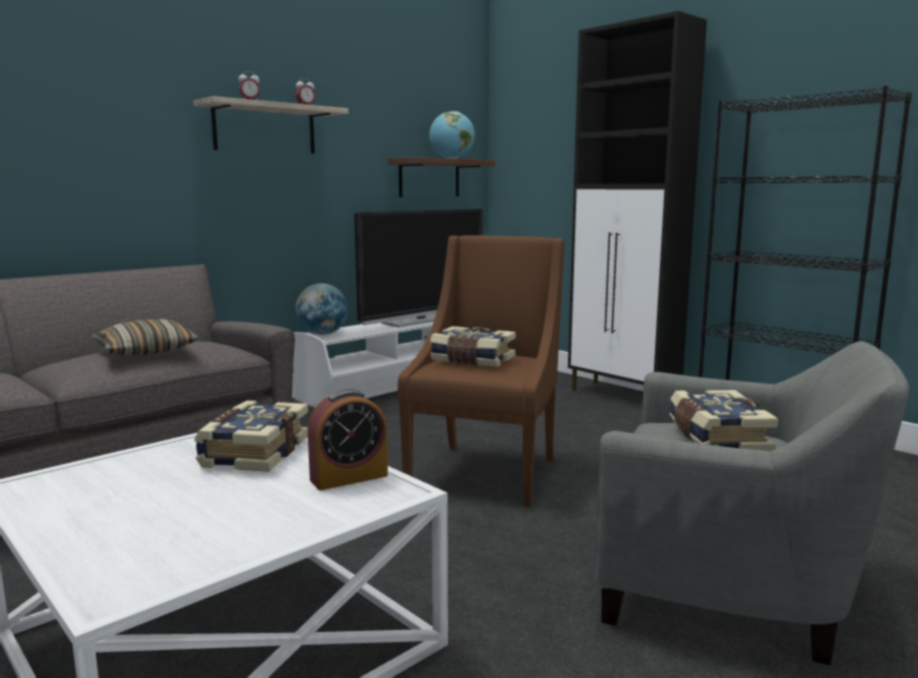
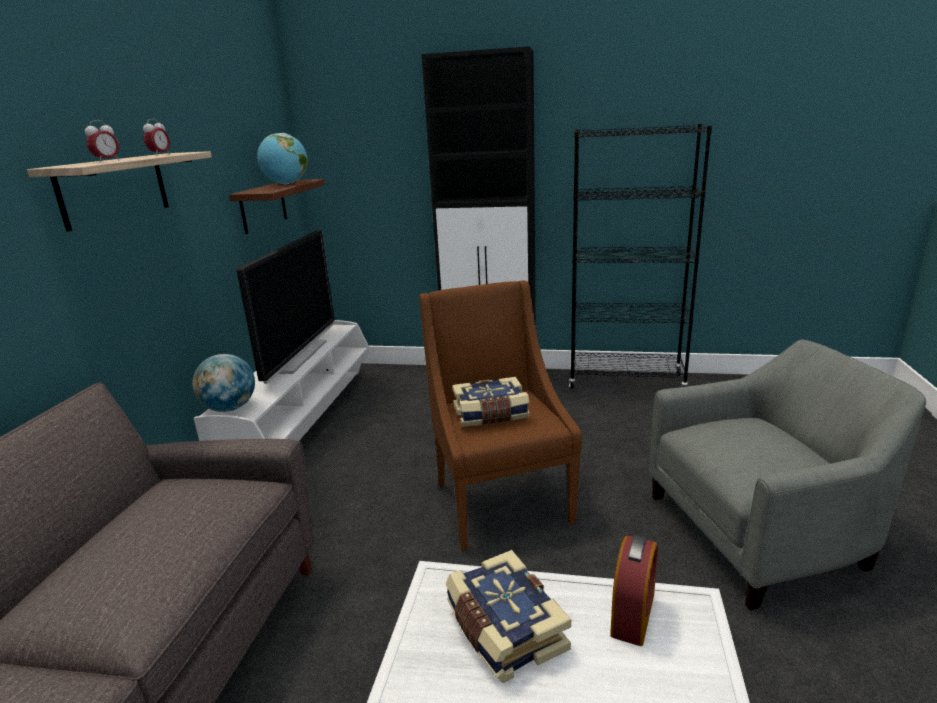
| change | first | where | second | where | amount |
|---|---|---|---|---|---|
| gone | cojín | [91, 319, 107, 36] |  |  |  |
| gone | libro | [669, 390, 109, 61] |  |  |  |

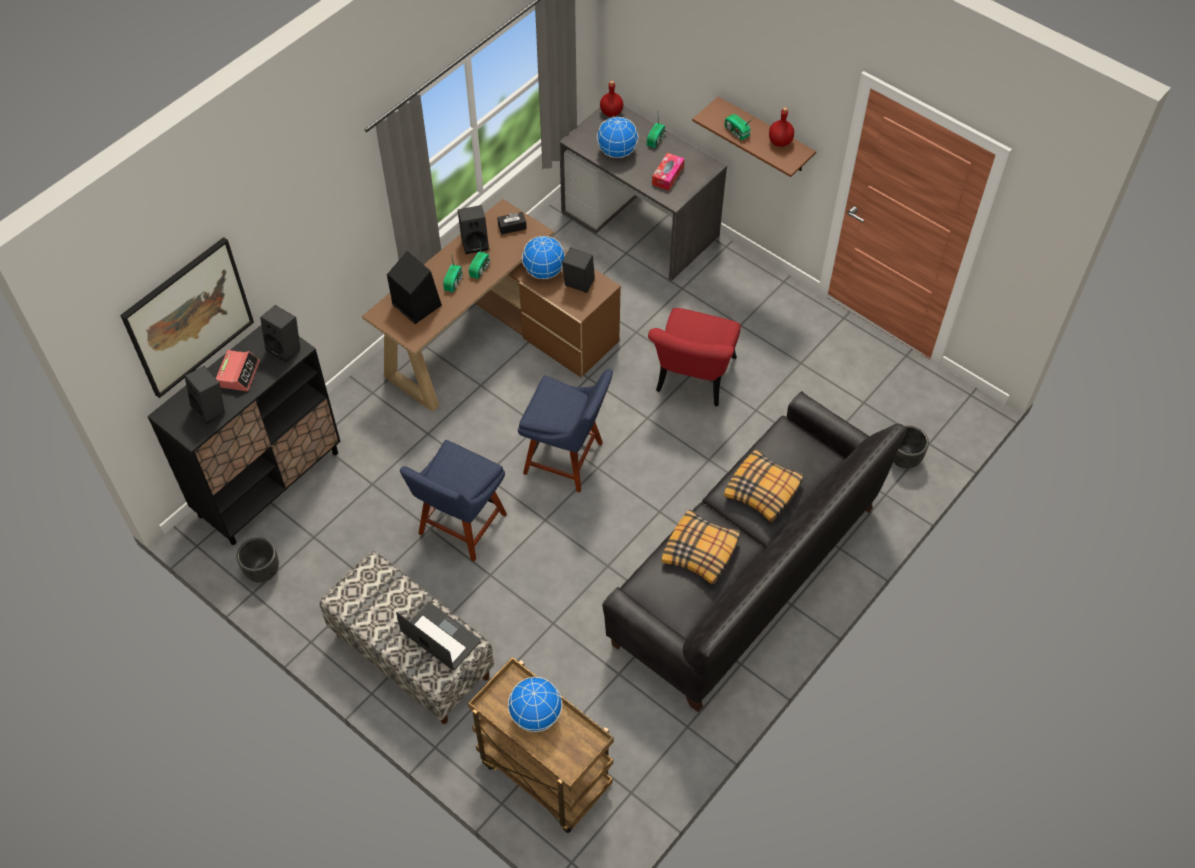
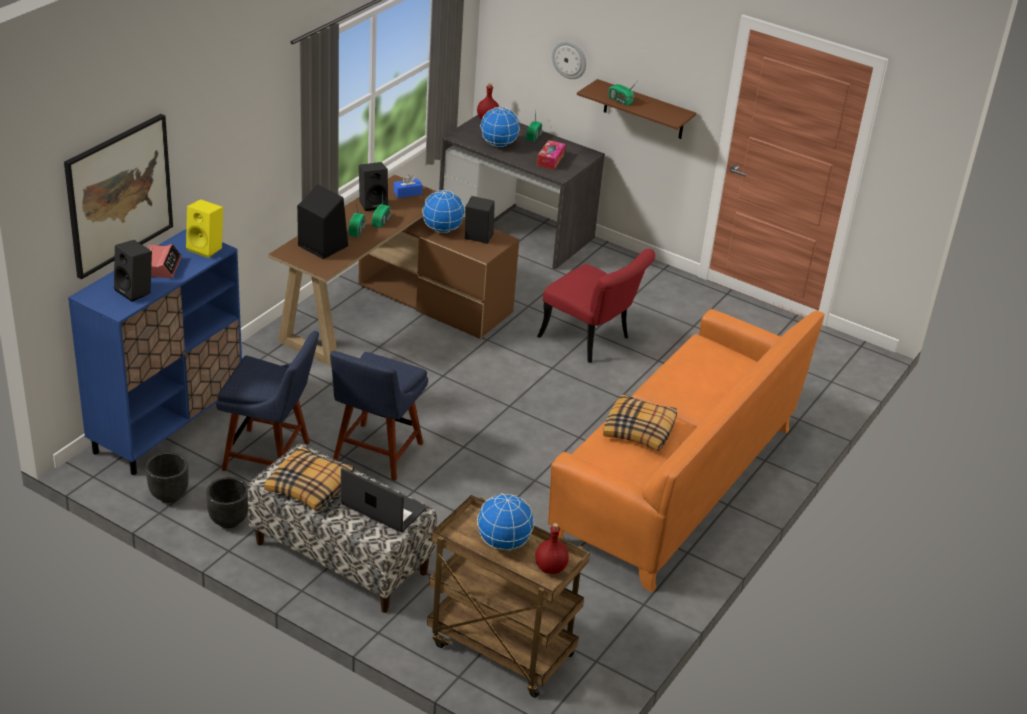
| change | first | where | second | where | amount |
|---|---|---|---|---|---|
| repainted | armario [negro] | [147, 325, 194, 220] | armario [azul] | [68, 229, 174, 246] |  |
| repainted | altavoz [negro] | [260, 305, 40, 57] | altavoz [amarillo] | [186, 199, 37, 59] |  |
| shifted | maceta [negro] | [893, 425, 36, 44] |  | [206, 477, 42, 51] |  |
| shifted | silla [azul] | [518, 369, 95, 124] |  | [216, 331, 103, 140] |  |
| shifted | cojín | [724, 449, 80, 73] |  | [264, 446, 90, 65] |  |
| repainted | caja de pañuelos [negro] | [497, 212, 30, 23] | caja de pañuelos [azul] | [394, 174, 29, 24] |  |
| shifted | botella [rojo] | [769, 107, 25, 40] |  | [535, 523, 34, 51] |  |
| rotated | silla [rojo] | [648, 308, 93, 99] |  | [537, 249, 118, 114] | 60 degrees counterclockwise |
| repainted | sofá [negro] | [602, 391, 305, 321] | sofá [naranja] | [548, 309, 277, 283] |  |
| new |  |  | reloj de pared | [552, 41, 34, 38] |  |

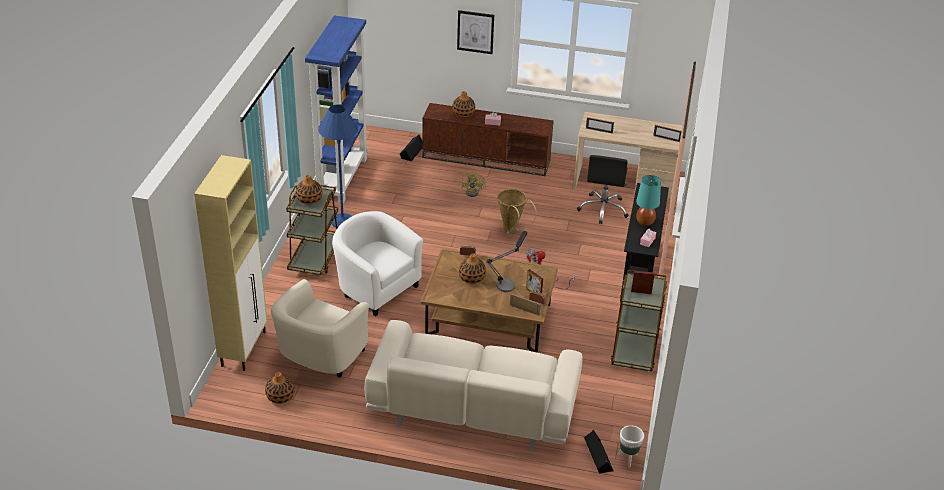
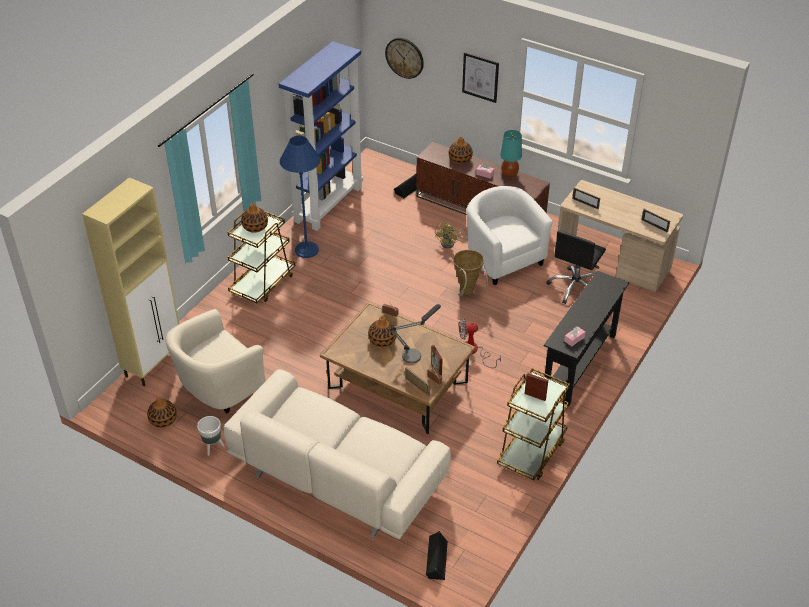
| change | first | where | second | where | amount |
|---|---|---|---|---|---|
| shifted | maceta [blanco] | [617, 425, 27, 43] |  | [197, 416, 27, 40] |  |
| new |  |  | reloj de pared | [385, 38, 39, 41] |  |
| shifted | sillón [blanco] | [332, 211, 91, 106] |  | [466, 186, 87, 99] |  |
| shifted | lámpara de mesa [turquesa] | [636, 175, 25, 51] |  | [500, 130, 22, 47] |  |

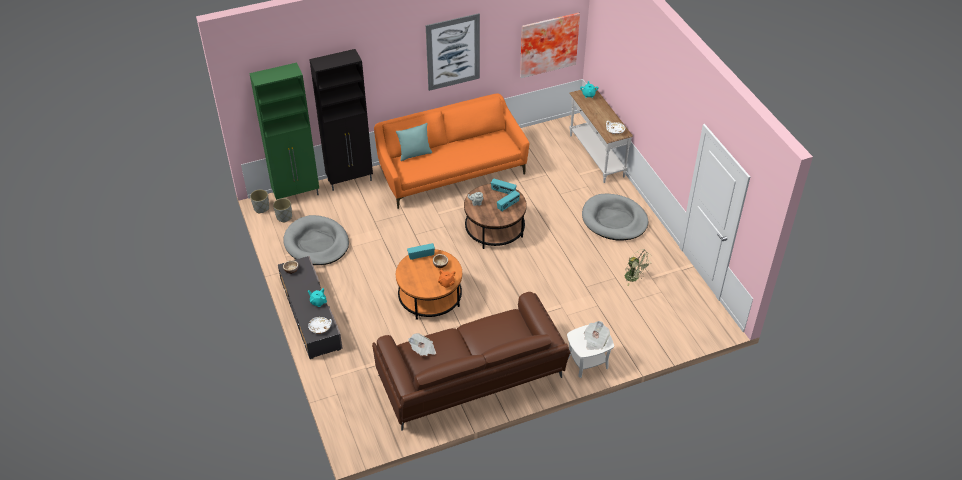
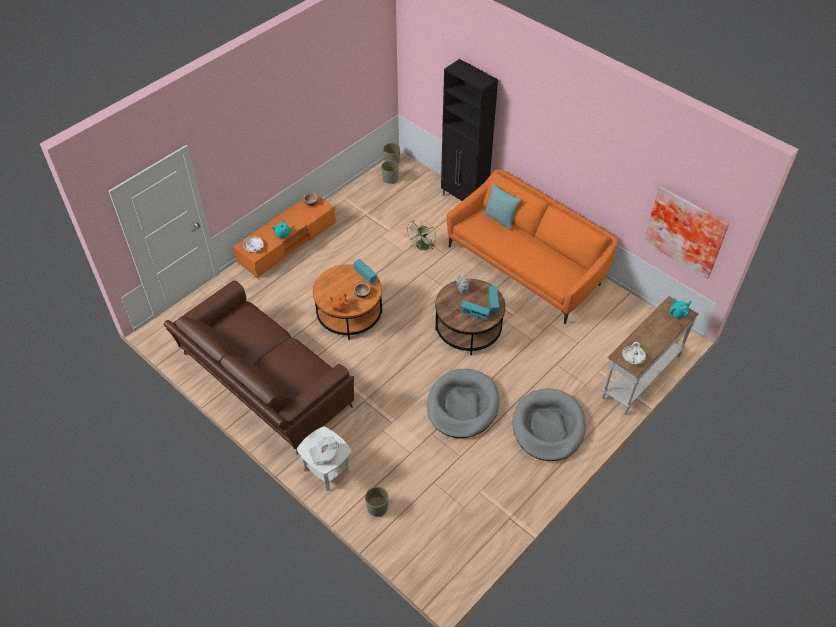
| change | first | where | second | where | amount |
|---|---|---|---|---|---|
| repainted | mueble de televisión [gris] | [278, 256, 65, 103] | mueble de televisión [naranja] | [233, 192, 103, 86] |  |
| new |  |  | maceta [gris] | [365, 486, 23, 31] |  |
| shifted | ventilador [verde] | [625, 249, 26, 37] |  | [406, 220, 30, 30] |  |
| shifted | cama para perro [gris] | [283, 215, 66, 50] |  | [427, 369, 73, 69] |  |
| gone | armario [verde] | [249, 63, 70, 137] |  |  |  |
| gone | periódico | [408, 333, 28, 23] |  |  |  |
| gone | cuadro | [426, 13, 54, 78] |  |  |  |

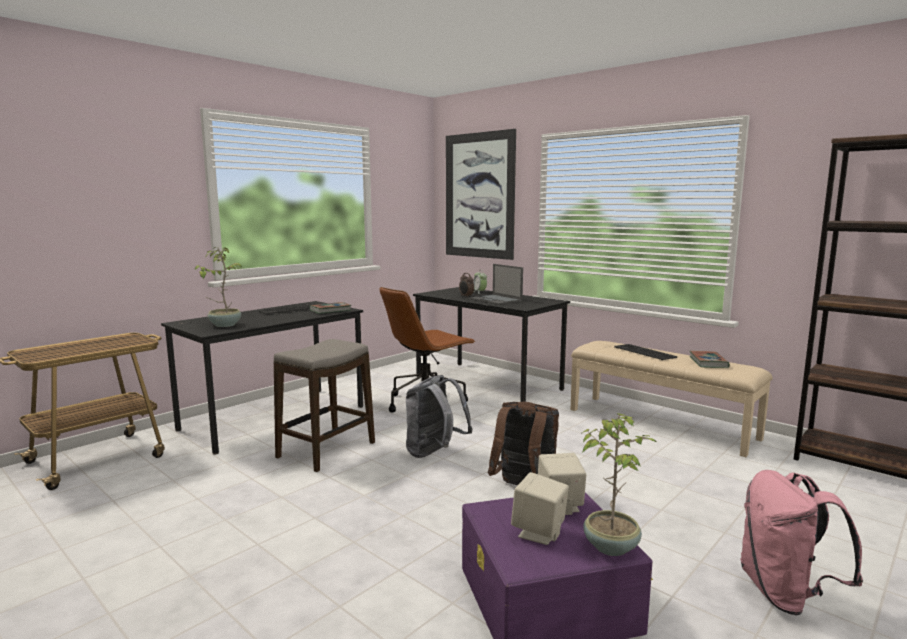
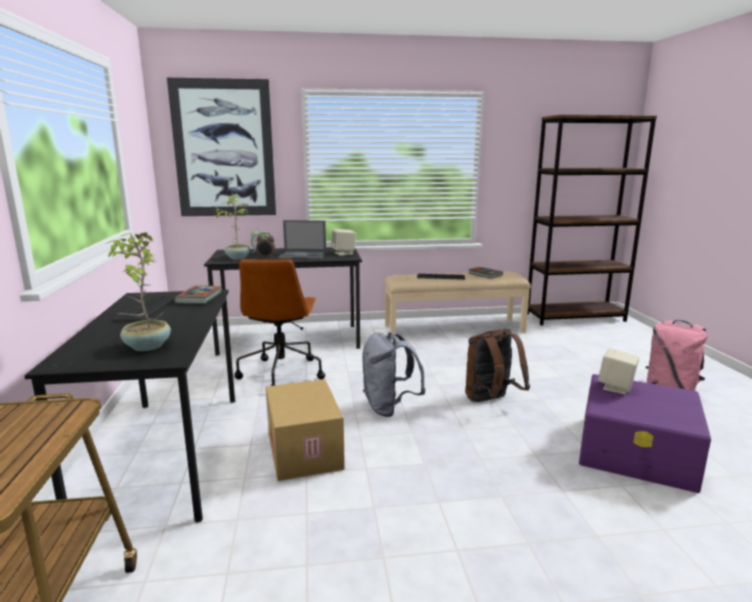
| change | first | where | second | where | amount |
|---|---|---|---|---|---|
| shifted | planta en maceta | [582, 413, 73, 143] |  | [216, 194, 34, 65] |  |
| swapped | taburete | [274, 339, 101, 133] | caja de cartón | [266, 379, 79, 102] |  |
| shifted | altavoz [beis] | [511, 472, 58, 73] |  | [331, 229, 25, 27] |  |

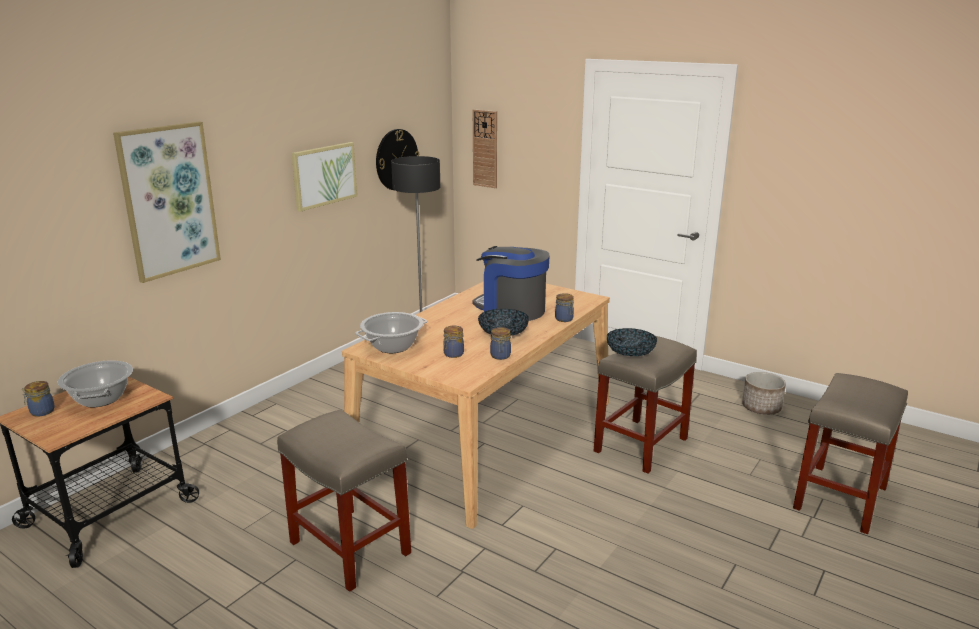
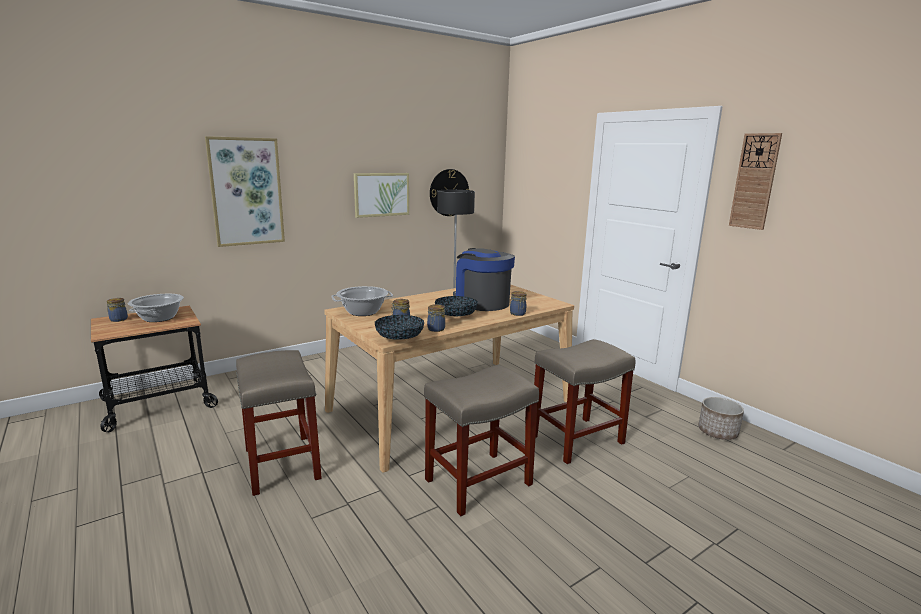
| change | first | where | second | where | amount |
|---|---|---|---|---|---|
| shifted | cuenco | [607, 328, 50, 28] |  | [375, 315, 49, 24] |  |
| shifted | taburete [beis] | [793, 373, 115, 161] |  | [424, 365, 115, 151] |  |
| shifted | reloj de pared | [473, 109, 24, 79] |  | [729, 133, 53, 97] |  |

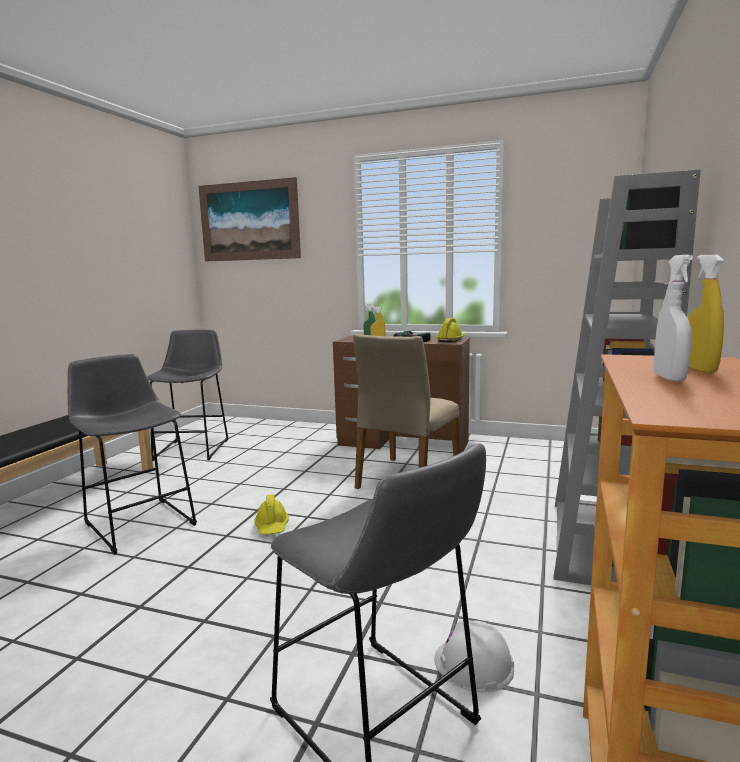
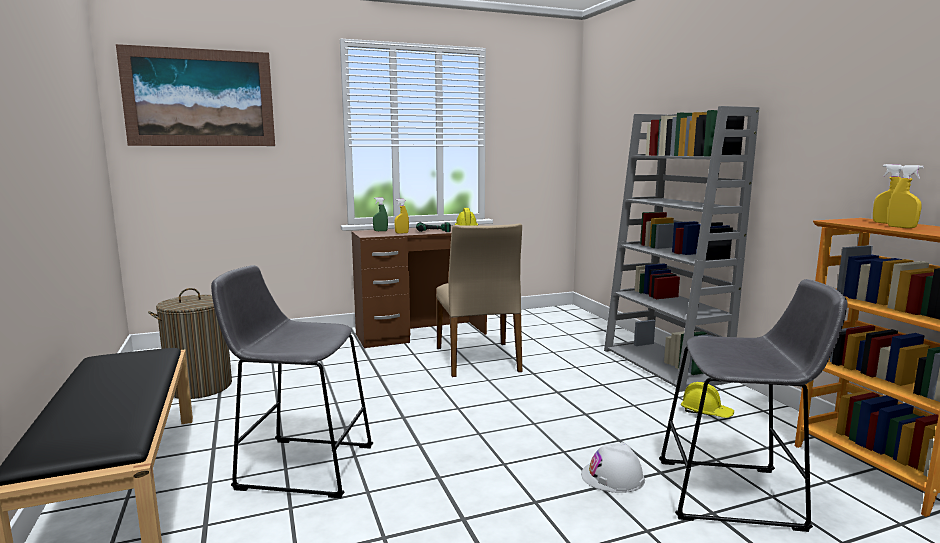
| change | first | where | second | where | amount |
|---|---|---|---|---|---|
| swapped | taburete [gris] | [147, 330, 81, 131] | cesto de la ropa | [148, 288, 84, 111] |  |
| shifted | casco [blanco] | [434, 620, 80, 72] |  | [581, 442, 64, 51] |  |
| shifted | casco [amarillo] | [254, 494, 35, 40] |  | [681, 382, 53, 36] |  |
| repainted | pulverizador [blanco] | [654, 254, 39, 128] | pulverizador [amarillo] | [888, 165, 36, 63] |  |

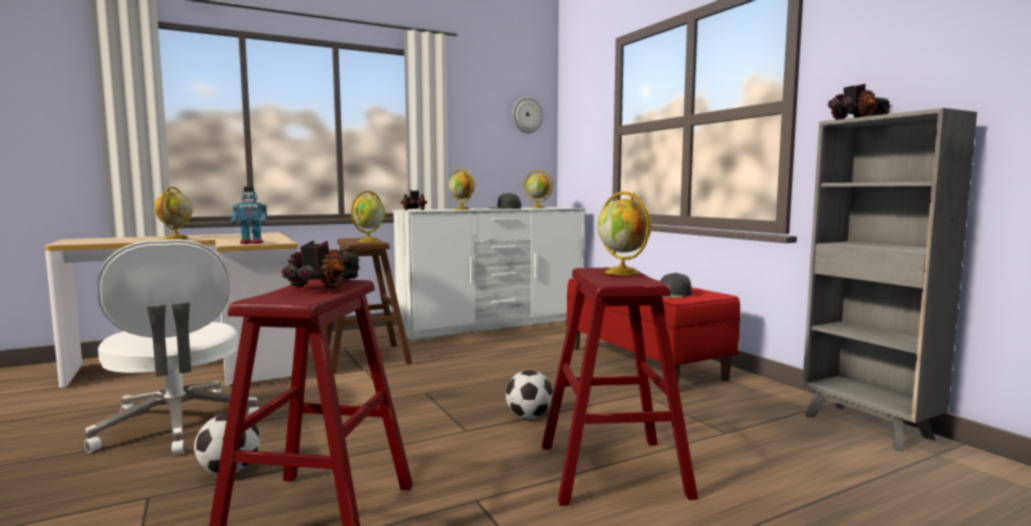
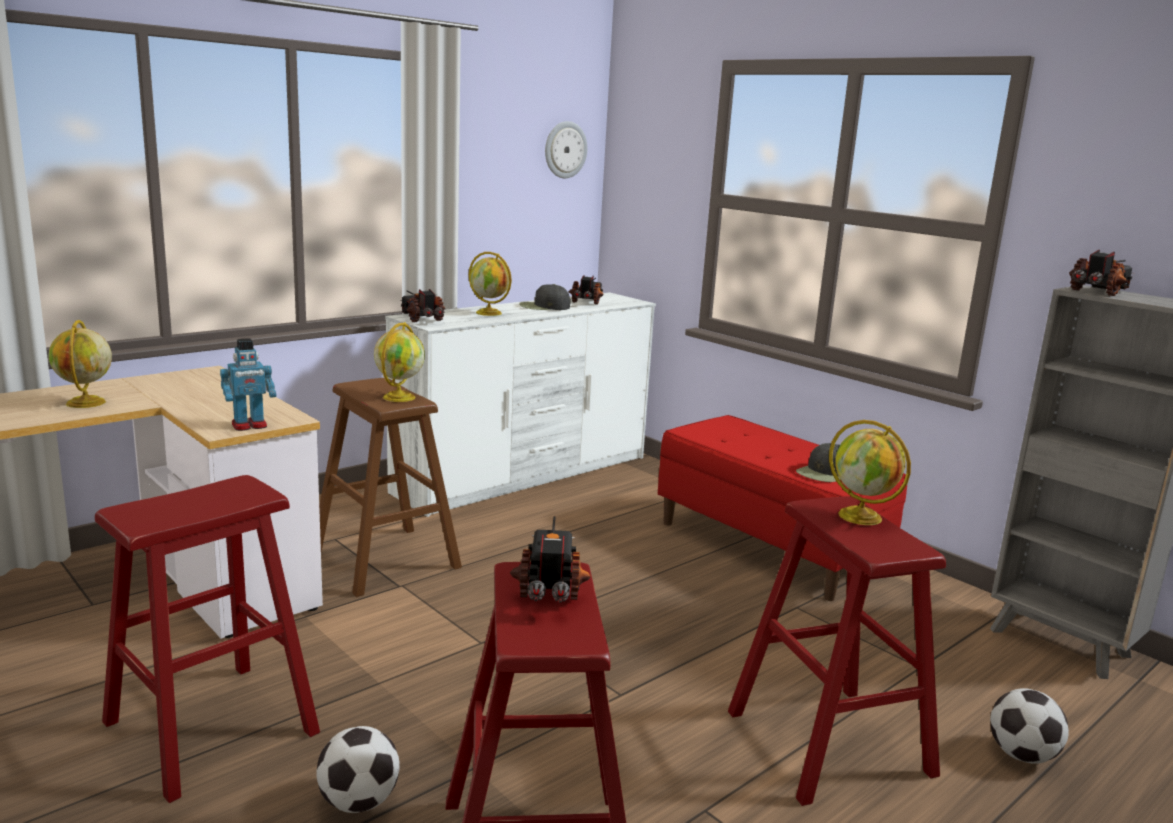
| change | first | where | second | where | amount |
|---|---|---|---|---|---|
| swapped | silla de oficina [blanco] | [84, 239, 175, 216] | taburete [rojo] | [95, 475, 225, 328] |  |
| swapped | globo terráqueo | [524, 170, 29, 38] | camión de juguete | [569, 275, 35, 29] |  |
| shifted | balón de fútbol | [506, 370, 47, 49] |  | [990, 688, 79, 76] |  |

